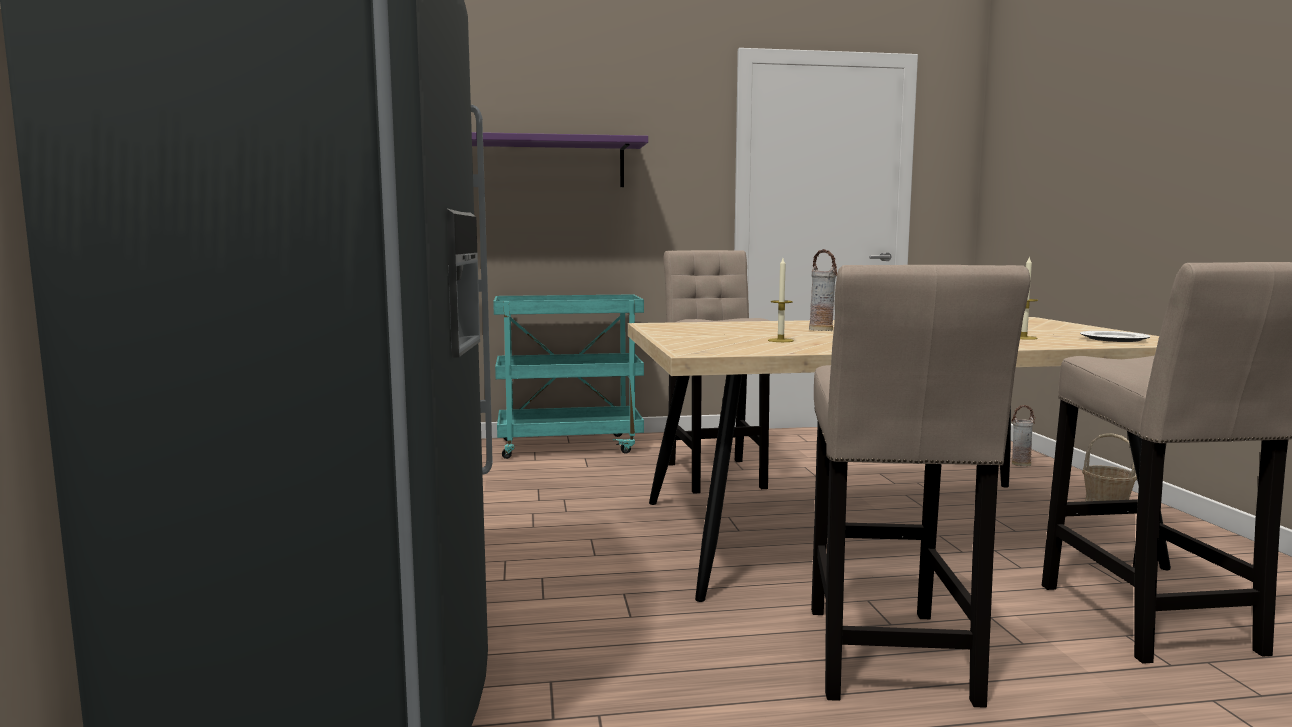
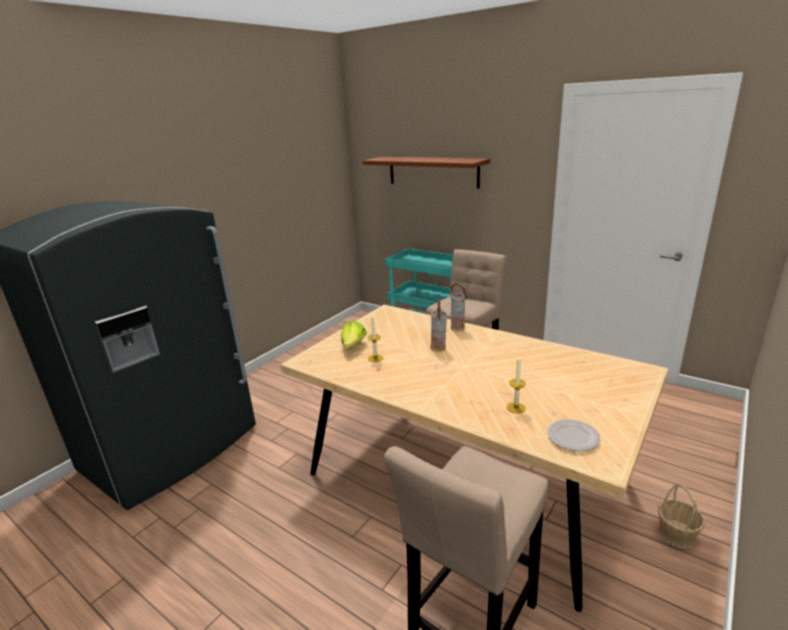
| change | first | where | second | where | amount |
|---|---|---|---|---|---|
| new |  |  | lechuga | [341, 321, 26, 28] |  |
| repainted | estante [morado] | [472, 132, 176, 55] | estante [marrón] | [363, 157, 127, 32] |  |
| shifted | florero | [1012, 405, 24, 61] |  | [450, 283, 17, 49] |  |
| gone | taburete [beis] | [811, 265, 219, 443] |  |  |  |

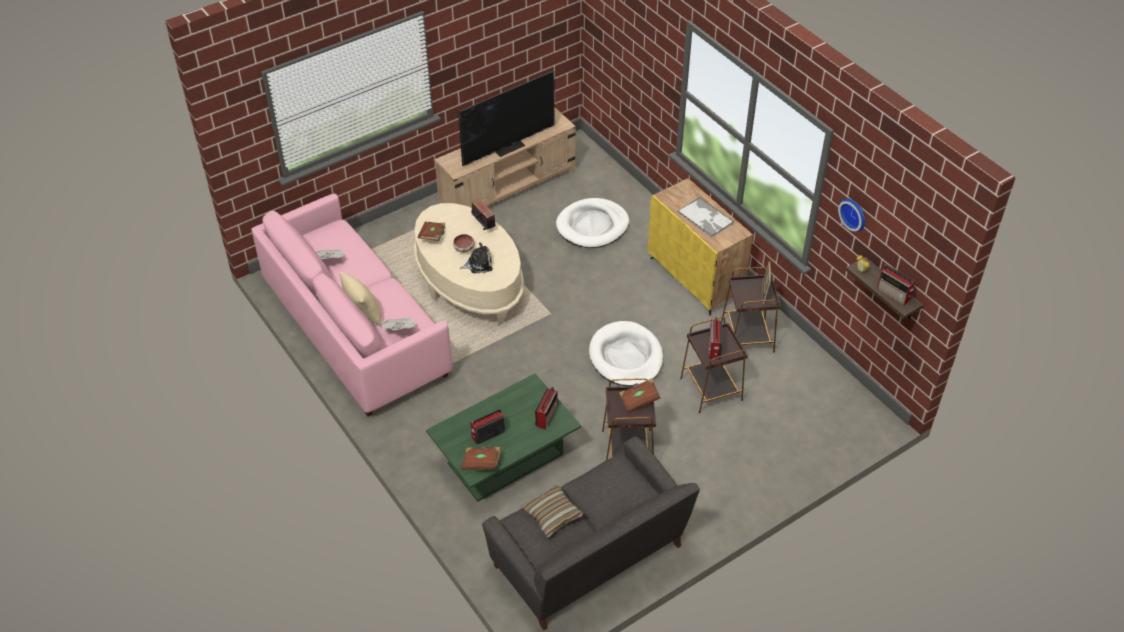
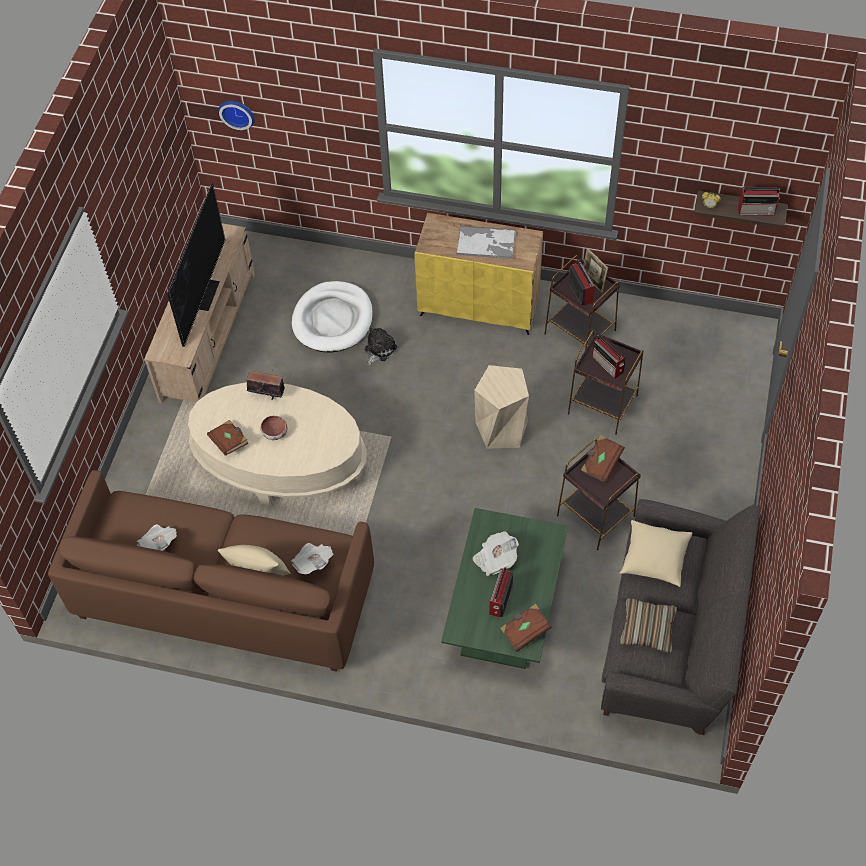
| change | first | where | second | where | amount |
|---|---|---|---|---|---|
| repainted | sofá [rosa] | [251, 193, 202, 224] | sofá [marrón] | [48, 470, 326, 202] |  |
| shifted | reloj de pared | [838, 198, 27, 34] |  | [218, 101, 37, 29] |  |
| shifted | peluche | [460, 242, 33, 31] |  | [365, 328, 32, 38] |  |
| new |  |  | periódico | [473, 531, 46, 45] |  |
| swapped | cama para perro [blanco] | [589, 321, 74, 66] | taburete [beis] | [474, 365, 55, 84] |  |
| shifted | radio | [535, 386, 23, 44] |  | [569, 260, 26, 45] |  |
| new |  |  | cojín [beis] | [620, 520, 72, 67] |  |

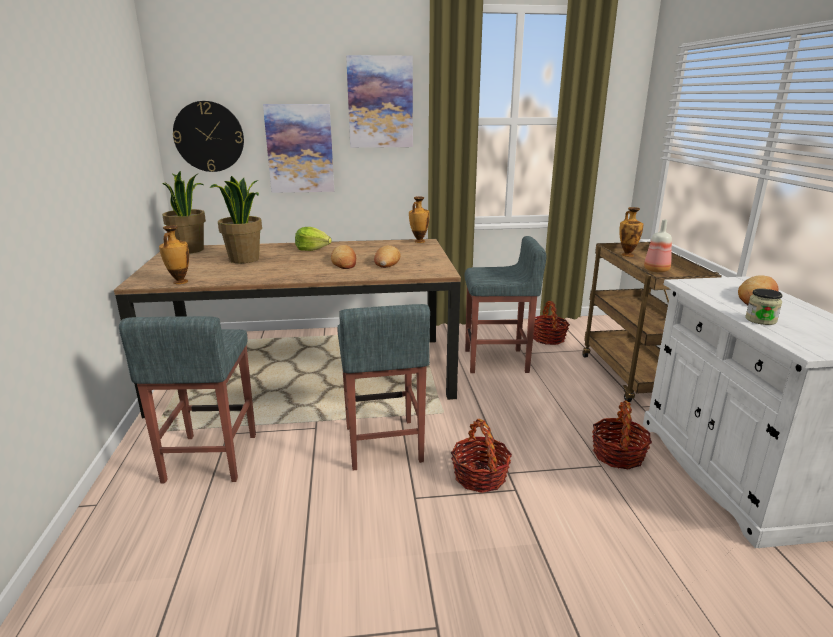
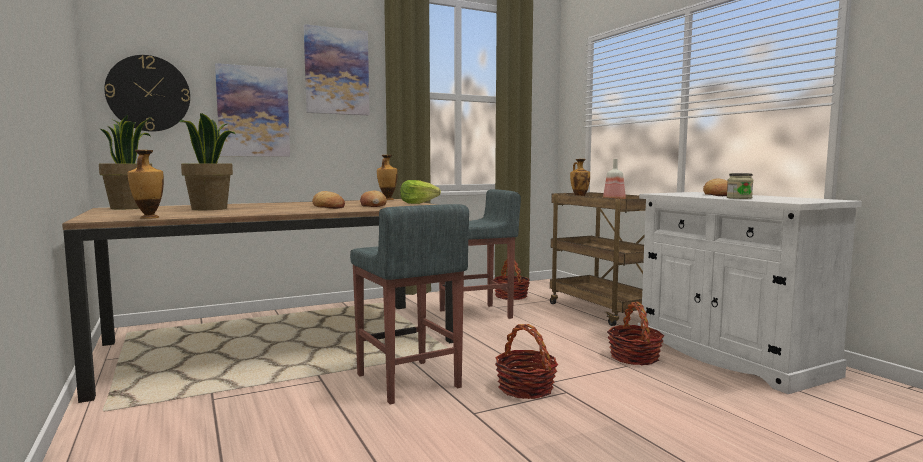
| change | first | where | second | where | amount |
|---|---|---|---|---|---|
| shifted | lechuga | [295, 227, 37, 24] |  | [400, 180, 41, 24] |  |
| gone | taburete [gris] | [119, 316, 137, 167] |  |  |  |

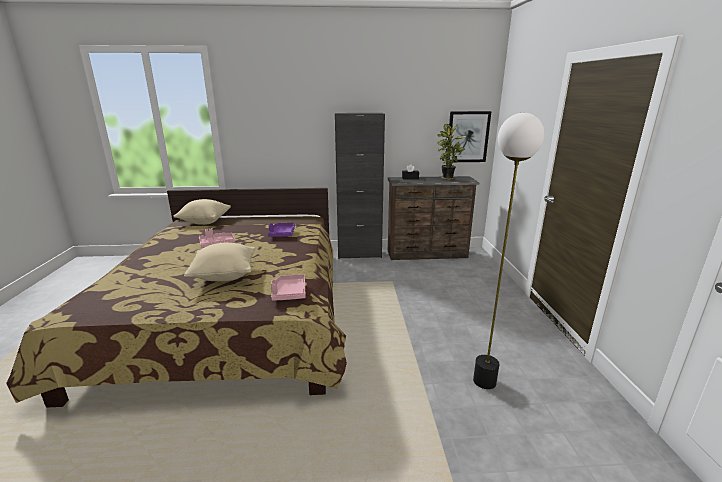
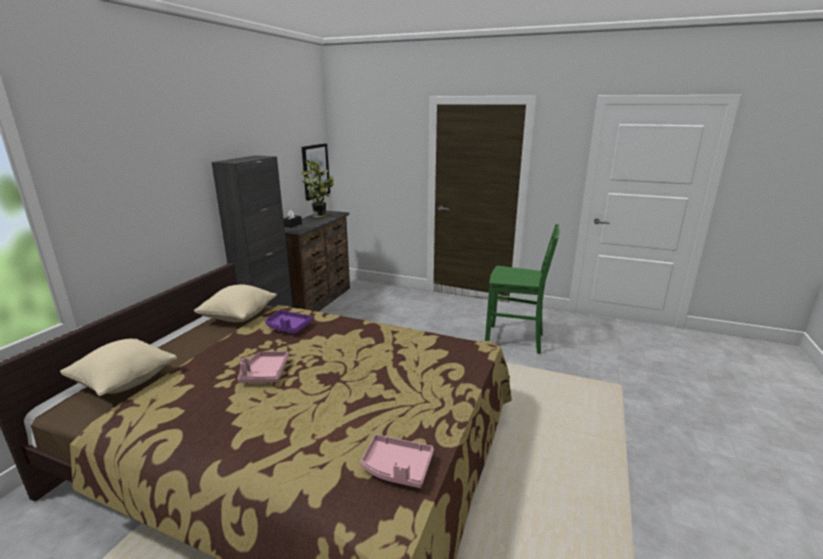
| change | first | where | second | where | amount |
|---|---|---|---|---|---|
| shifted | cojín [beis] | [184, 243, 71, 38] |  | [194, 285, 82, 37] |  |
| shifted | bandeja [rosa] | [271, 274, 35, 27] |  | [361, 434, 73, 54] |  |
| swapped | lámpara de pie | [473, 113, 71, 276] | silla [verde] | [485, 224, 75, 130] |  |

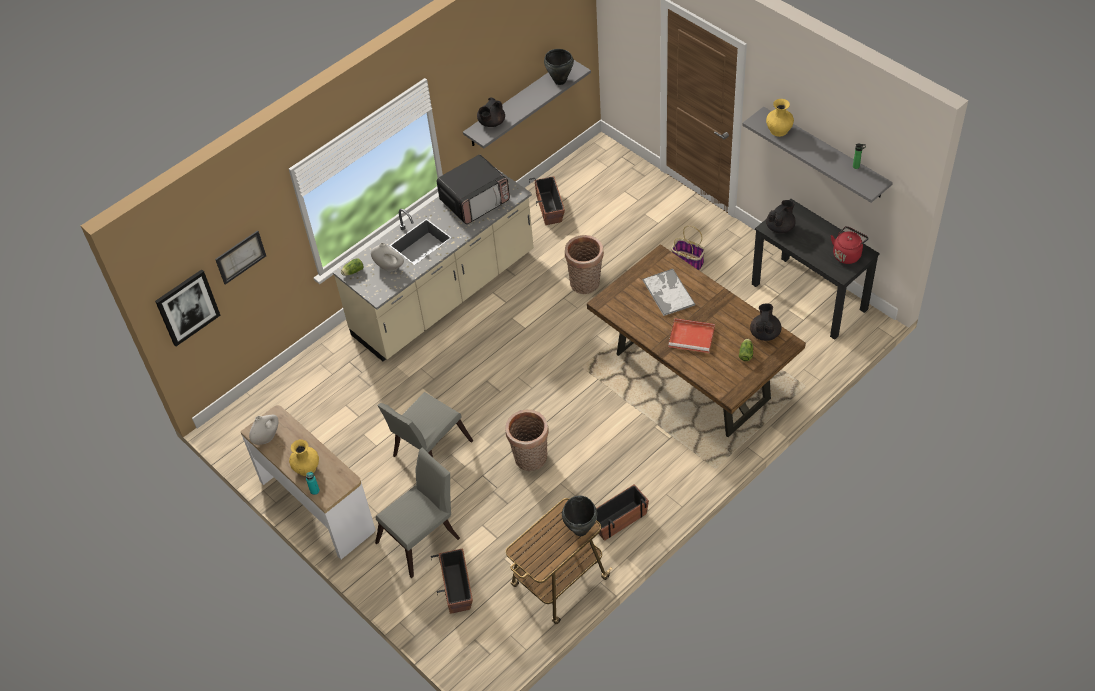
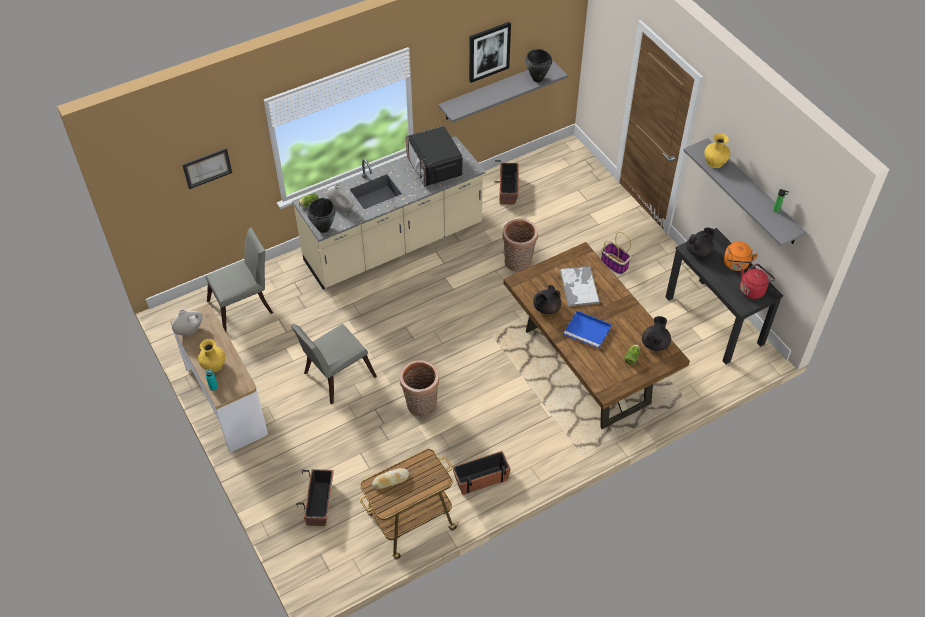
| change | first | where | second | where | amount |
|---|---|---|---|---|---|
| shifted | silla [gris] | [375, 448, 85, 130] |  | [205, 227, 68, 105] |  |
| shifted | olla [negro] | [562, 495, 35, 41] |  | [307, 198, 29, 35] |  |
| new |  |  | pan | [372, 468, 37, 21] |  |
| rotated | microondas | [436, 155, 74, 69] |  | [406, 126, 57, 60] | 90 degrees clockwise |
| shifted | cuadro | [155, 269, 66, 77] |  | [469, 22, 42, 61] |  |
| shifted | tetera [negro] | [477, 98, 28, 29] |  | [533, 285, 28, 29] |  |
| repainted | bandeja [rojo] | [669, 318, 46, 35] | bandeja [azul] | [564, 311, 48, 38] |  |
| new |  |  | hervidor [naranja] | [724, 241, 34, 30] |  |

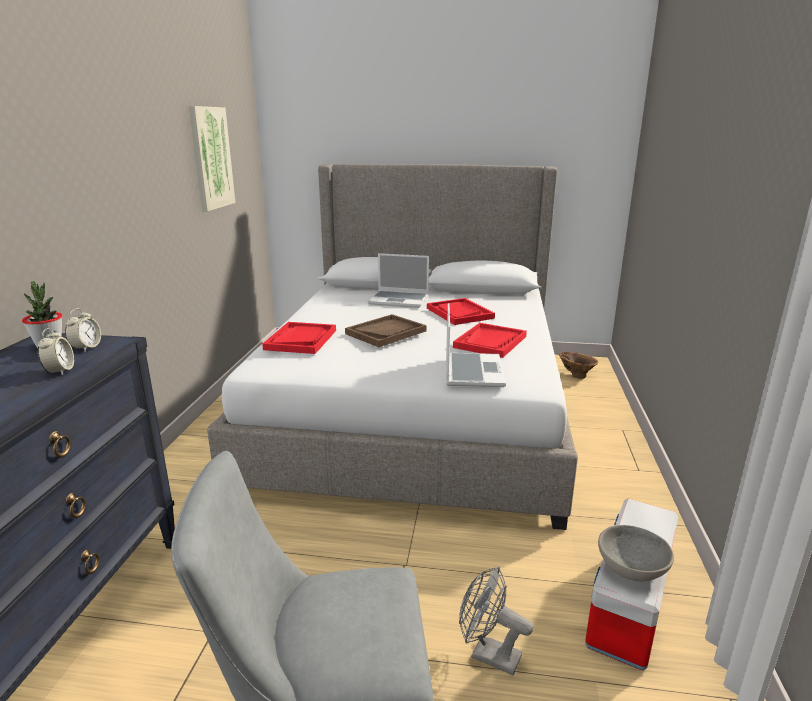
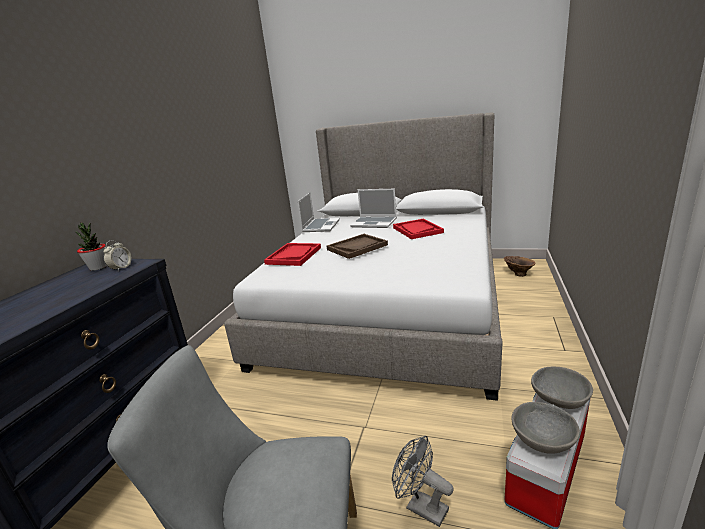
| change | first | where | second | where | amount |
|---|---|---|---|---|---|
| shifted | portátil | [446, 303, 60, 84] |  | [298, 193, 42, 39] |  |
| new |  |  | cuenco [gris] | [531, 367, 62, 42] |  |
| gone | despertador | [38, 328, 36, 48] |  |  |  |
| gone | cuadro | [188, 106, 47, 106] |  |  |  |
| gone | bandeja [rojo] | [453, 323, 74, 35] |  |  |  |

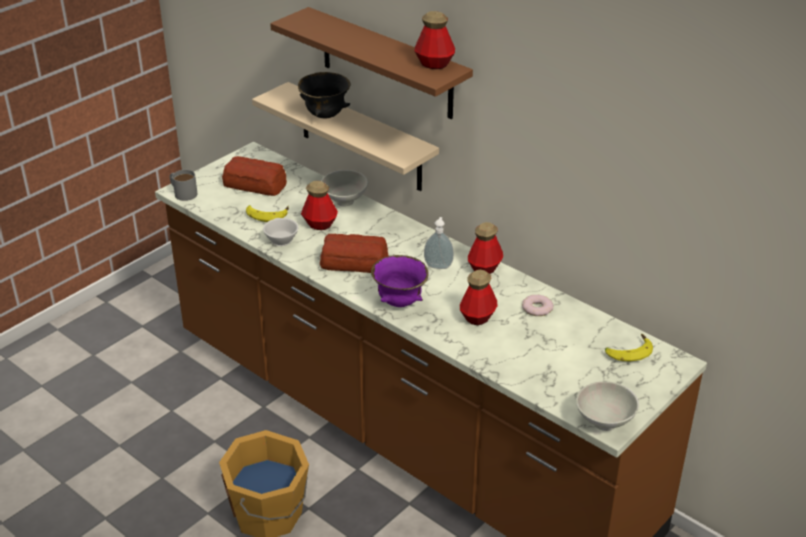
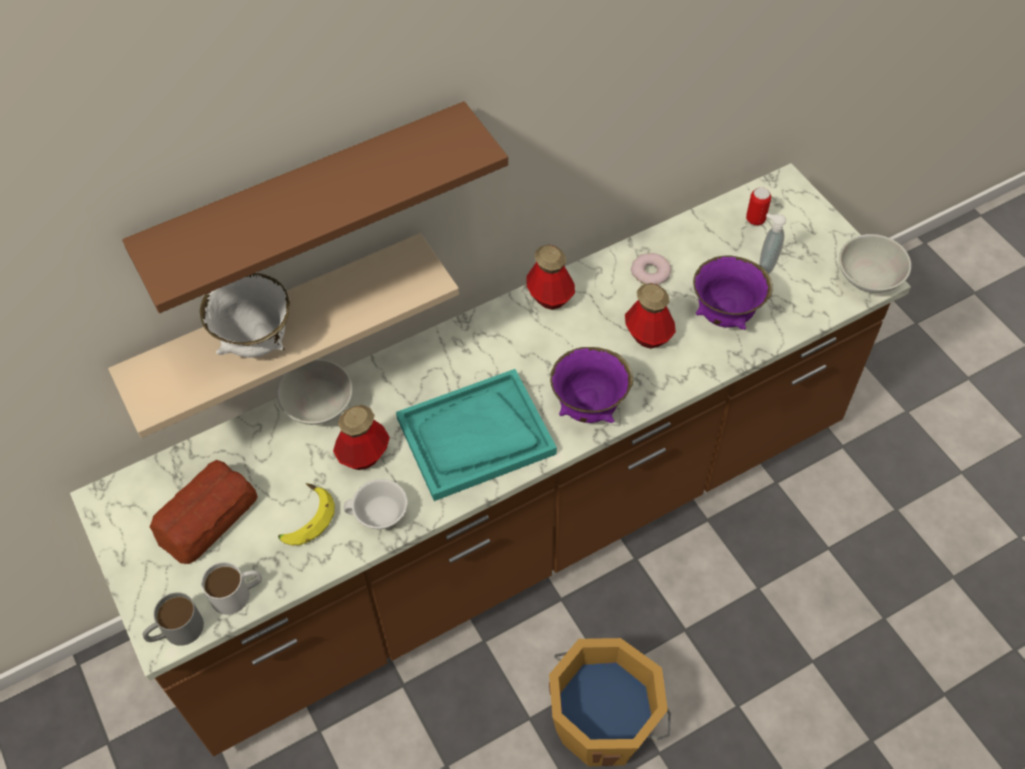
| change | first | where | second | where | amount |
|---|---|---|---|---|---|
| repainted | cuenco [negro] | [298, 72, 53, 47] | cuenco [blanco] | [200, 273, 90, 85] |  |
| new |  |  | taza grande [blanco] | [201, 562, 61, 53] |  |
| swapped | pan | [320, 234, 69, 39] | bandeja [turquesa] | [396, 369, 161, 132] |  |
| new |  |  | cuenco [morado] | [693, 255, 80, 75] |  |
| swapped | plátano | [605, 333, 48, 28] | lata | [746, 187, 25, 39] |  |
| shifted | dispensador de jabón | [424, 217, 30, 52] |  | [759, 213, 27, 61] |  |
| gone | botella | [414, 11, 41, 58] |  |  |  |

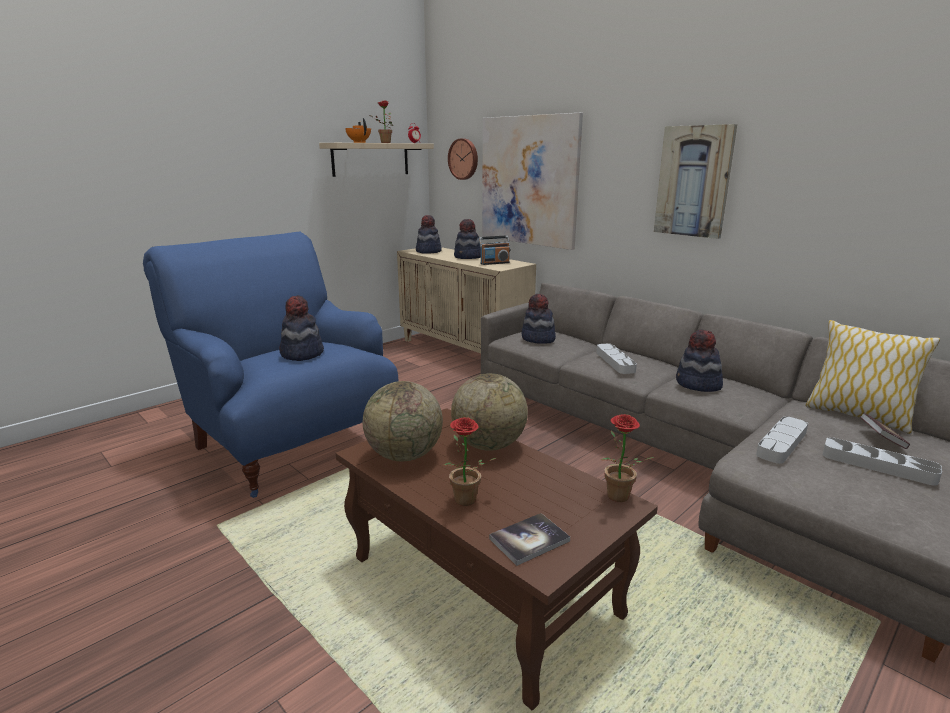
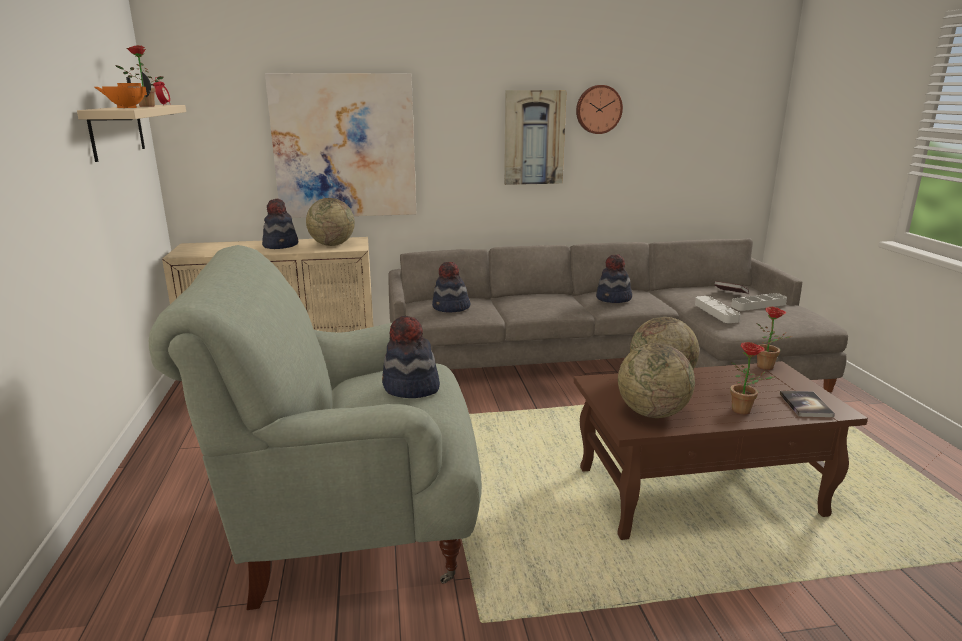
| change | first | where | second | where | amount |
|---|---|---|---|---|---|
| repainted | sillón [azul] | [143, 232, 255, 266] | sillón [gris] | [149, 245, 333, 365] |  |
| swapped | radio | [479, 236, 31, 29] | globo terráqueo | [306, 198, 49, 48] |  |
| shifted | reloj de pared | [448, 138, 30, 42] |  | [576, 85, 47, 49] |  |
| gone | sombrero | [416, 215, 26, 39] |  |  |  |
| gone | bandeja [gris] | [596, 344, 41, 30] |  |  |  |
| gone | cojín | [805, 320, 135, 114] |  |  |  |

